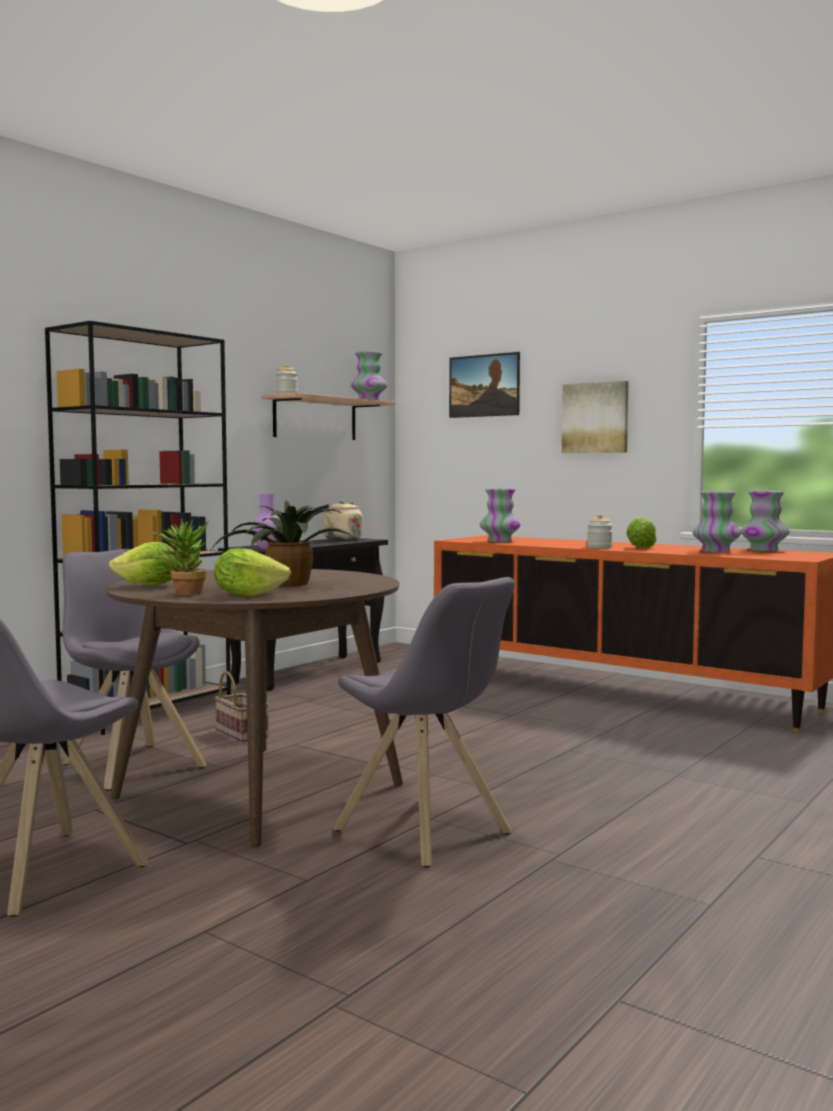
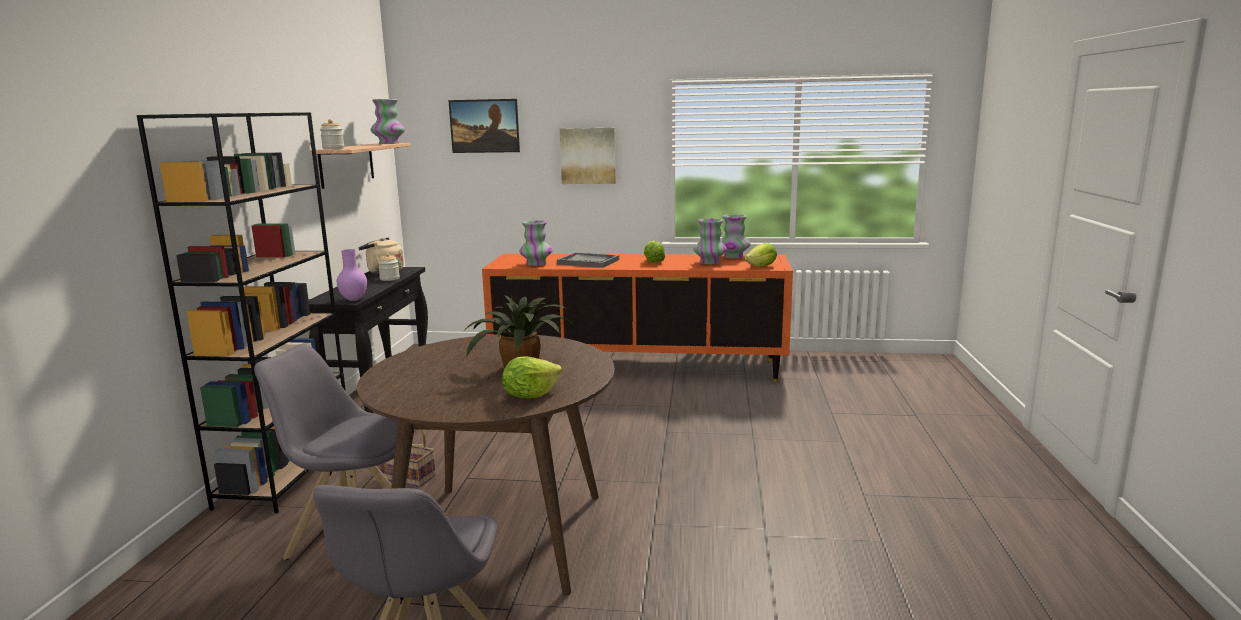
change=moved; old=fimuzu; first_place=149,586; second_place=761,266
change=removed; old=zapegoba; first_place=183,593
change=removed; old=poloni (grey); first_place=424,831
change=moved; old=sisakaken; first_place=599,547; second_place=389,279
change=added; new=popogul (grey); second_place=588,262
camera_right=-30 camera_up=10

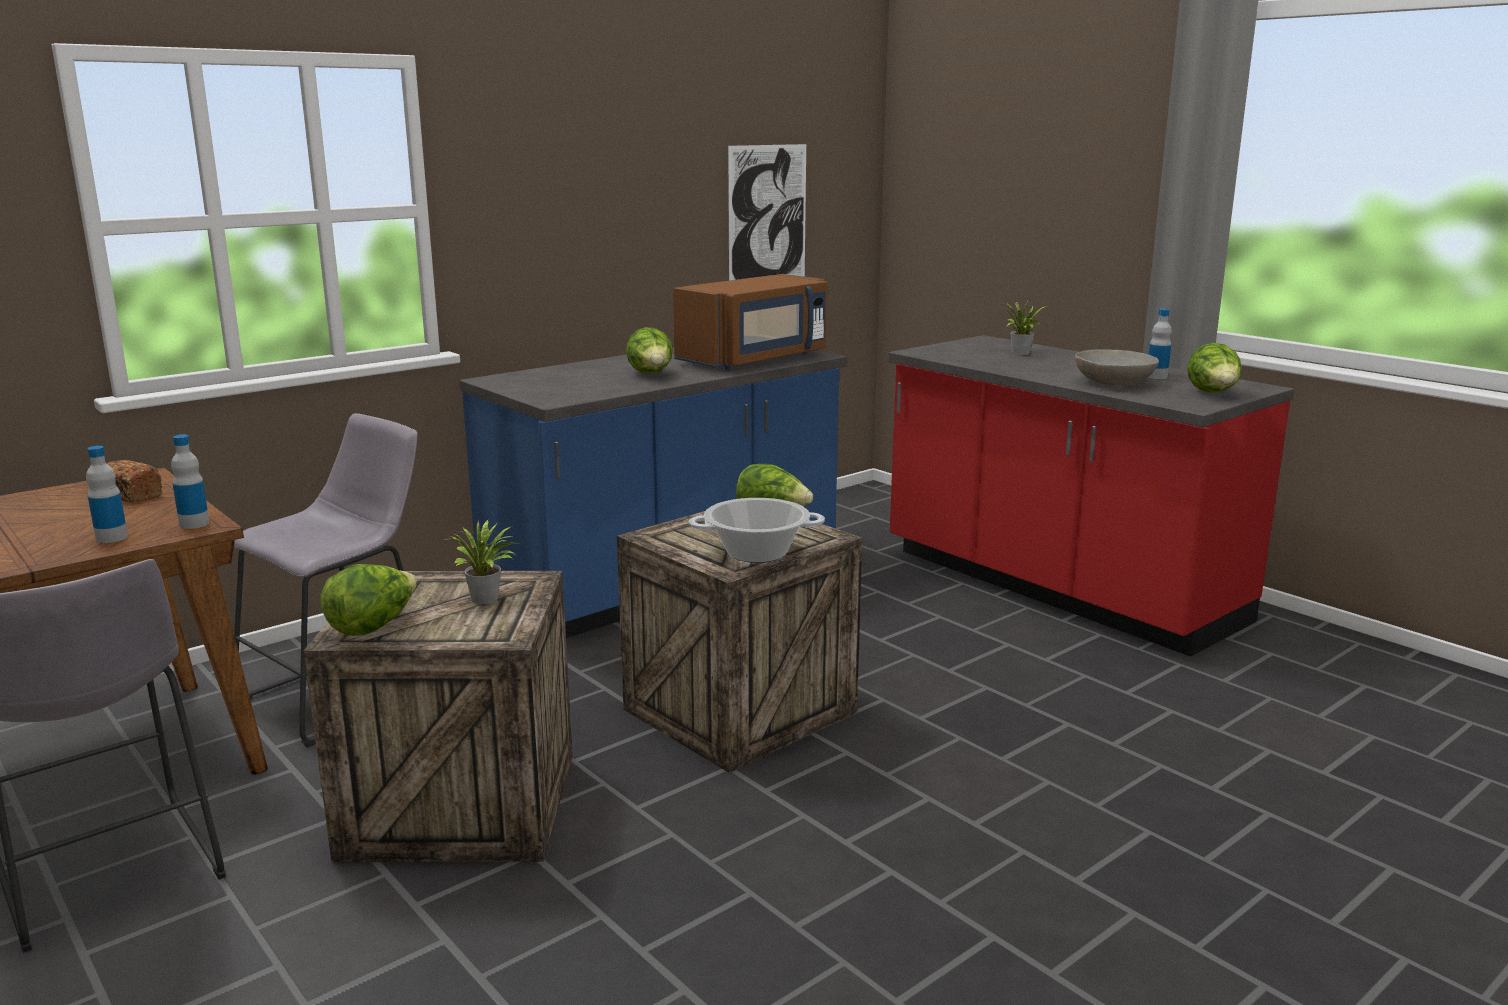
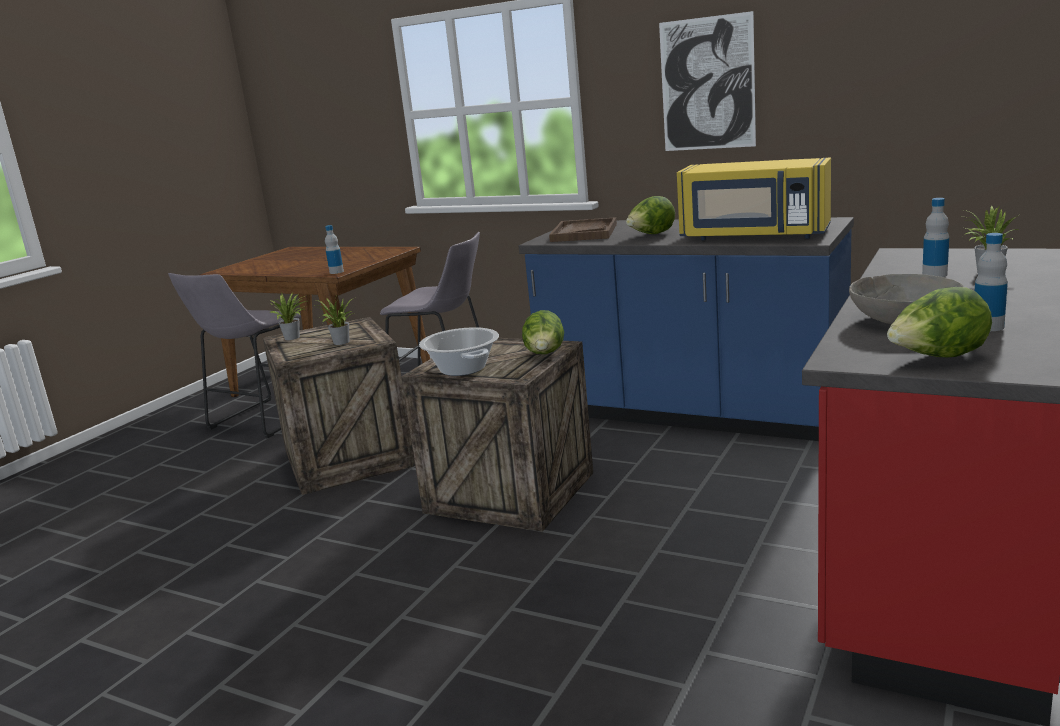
change=moved; old=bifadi; first_place=112,538; second_place=934,274
change=removed; old=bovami; first_place=130,495
change=replaced; old=fimuzu; new=zapegoba; first_place=373,627; second_place=294,337
change=recoloured; old=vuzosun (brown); new=vuzosun (yellow); first_place=755,359; second_place=753,236
change=moved; old=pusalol; first_place=767,215; second_place=707,84
change=added; new=popogul (brown); second_place=584,233
camera_right=70 camera_up=0

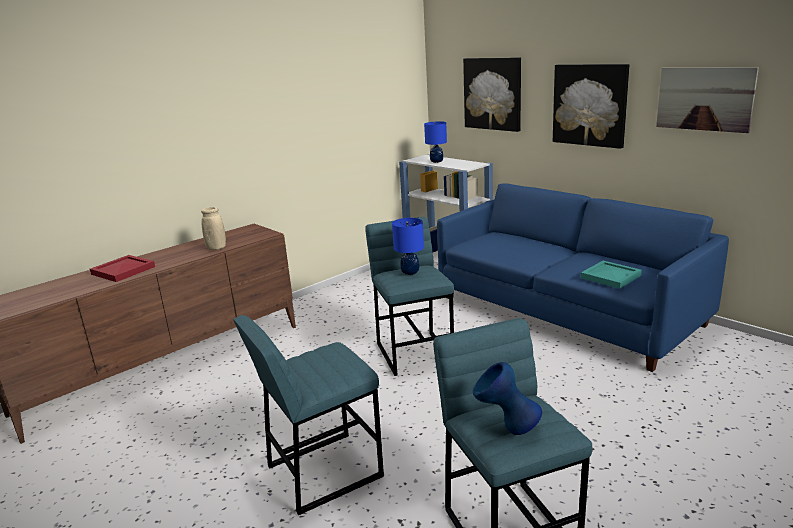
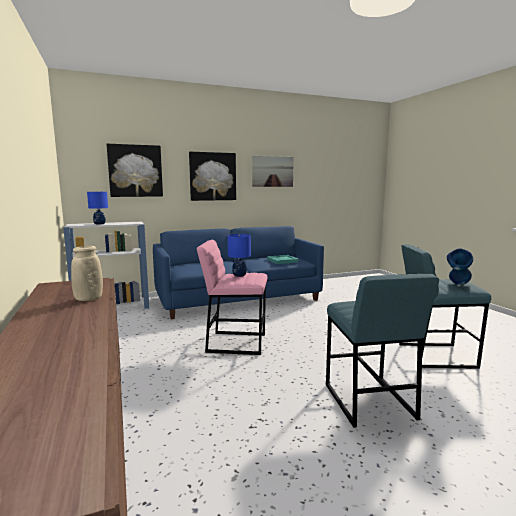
change=removed; old=popogul (red); first_place=123,270
change=recoloured; old=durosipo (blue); new=durosipo (pink); first_place=413,352; second_place=234,343
camera_right=-70 camera_up=-10

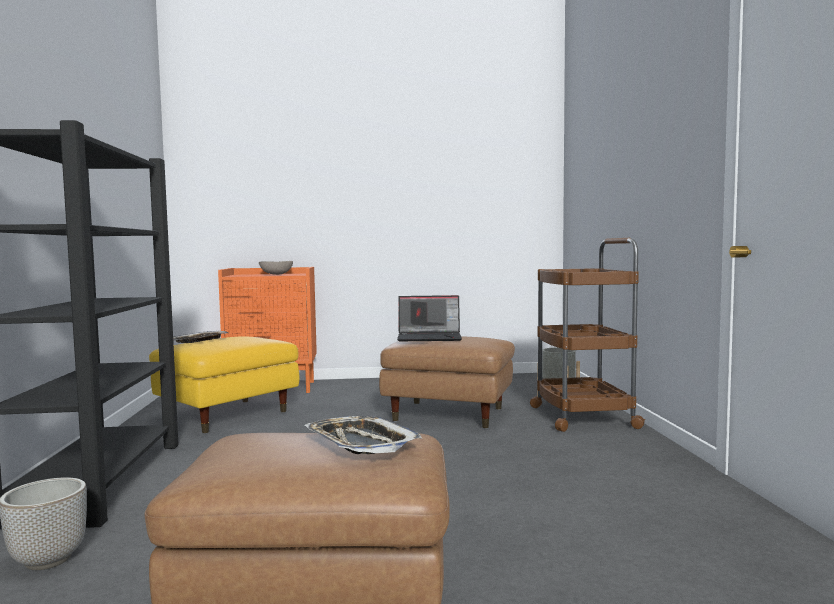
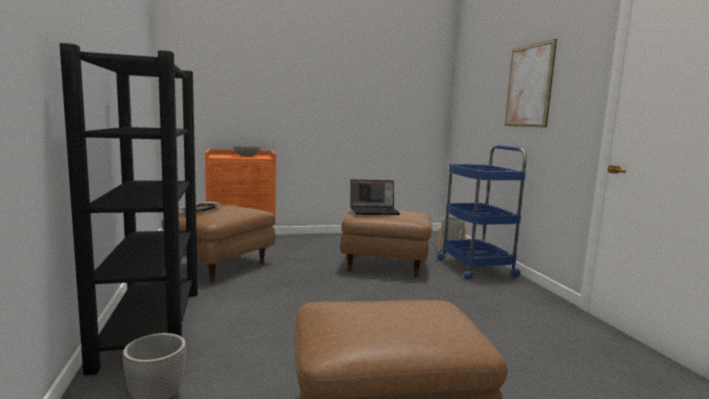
change=recoloured; old=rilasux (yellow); new=rilasux (brown); first_place=229,415; second_place=221,266
change=removed; old=popogul; first_place=361,443
change=recoloured; old=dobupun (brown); new=dobupun (blue); first_place=582,417; second_place=475,267
change=added; new=pusalol; second_place=529,86
camera_right=-10 camera_up=5

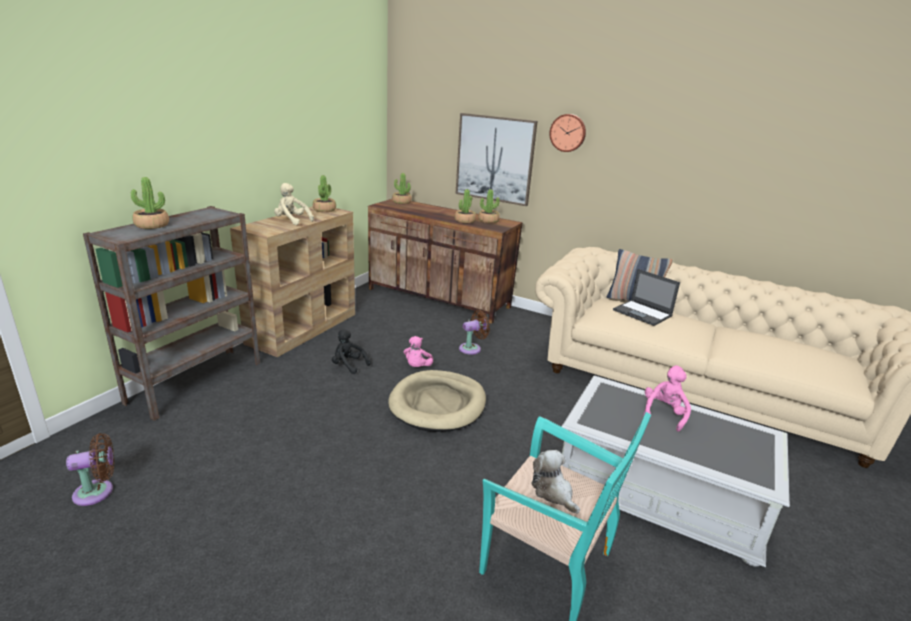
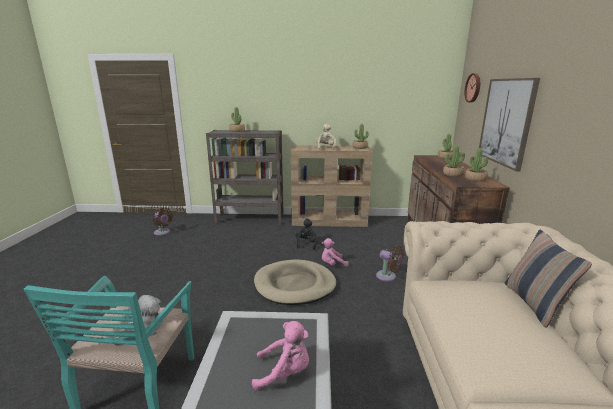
change=moved; old=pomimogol; first_place=568,133; second_place=473,88
change=removed; old=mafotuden; first_place=643,313
camera_right=65 camera_up=-5

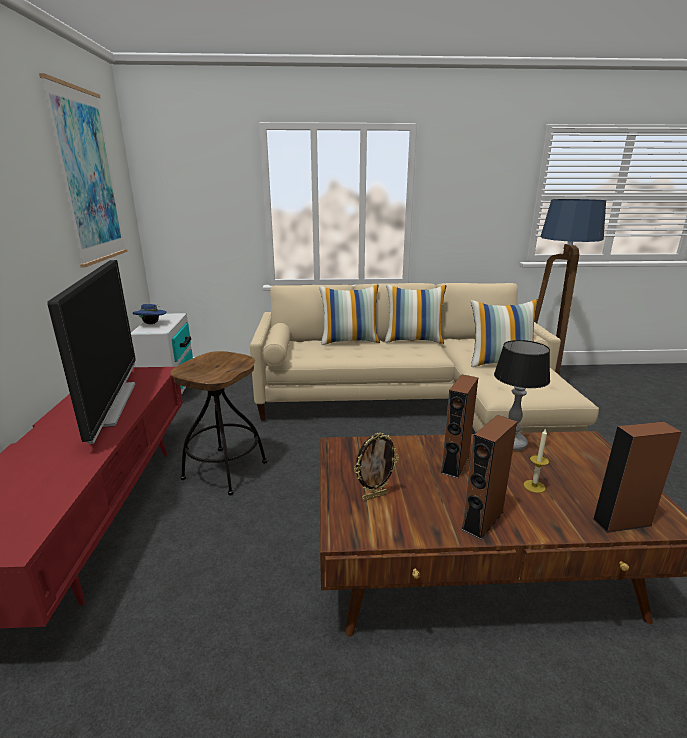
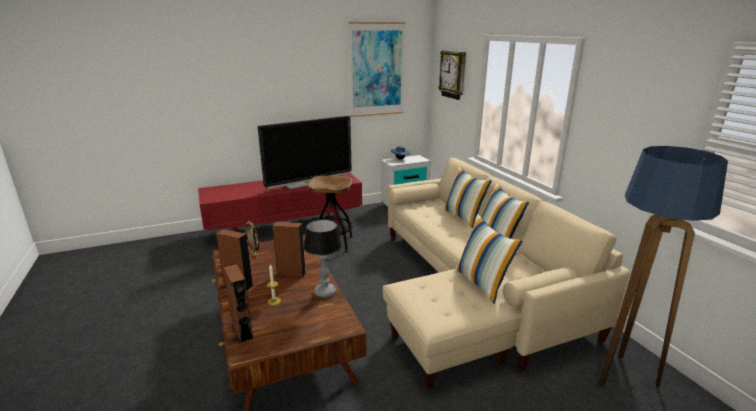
change=added; new=pomimogol; second_place=453,74
camera_right=70 camera_up=0

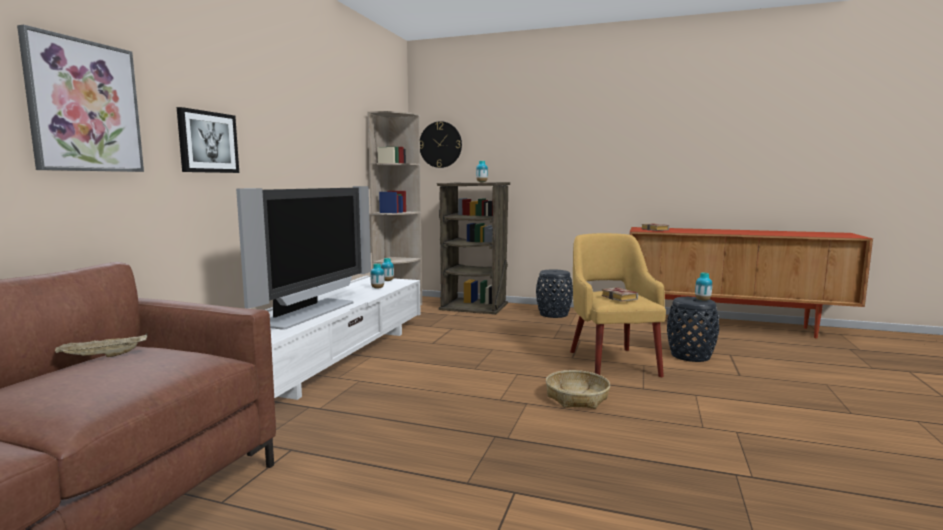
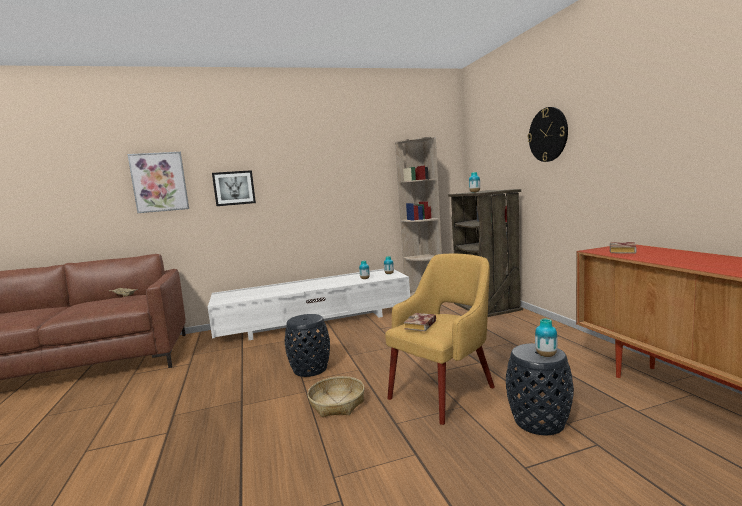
change=removed; old=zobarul; first_place=310,313
change=moved; old=pomimogol; first_place=440,144; second_place=548,134
change=moved; old=durosipo (black); first_place=553,314; second_place=310,369
camera_right=55 camera_up=0

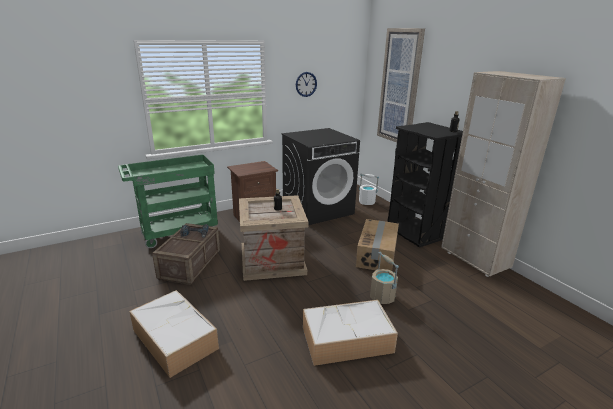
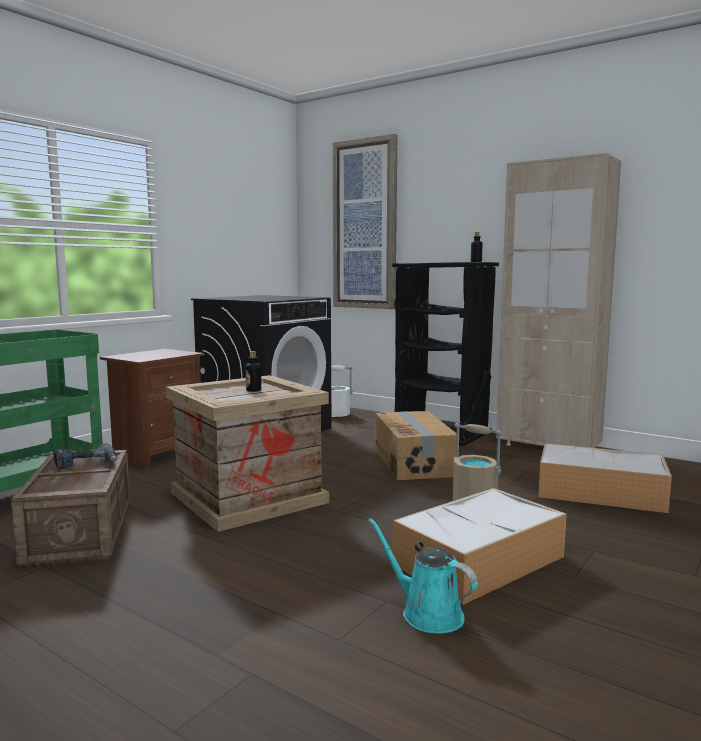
change=moved; old=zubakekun; first_place=174,338; second_place=598,492
change=removed; old=pomimogol; first_place=306,84
change=added; new=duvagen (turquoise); second_place=427,614
camera_right=-25 camera_up=-15

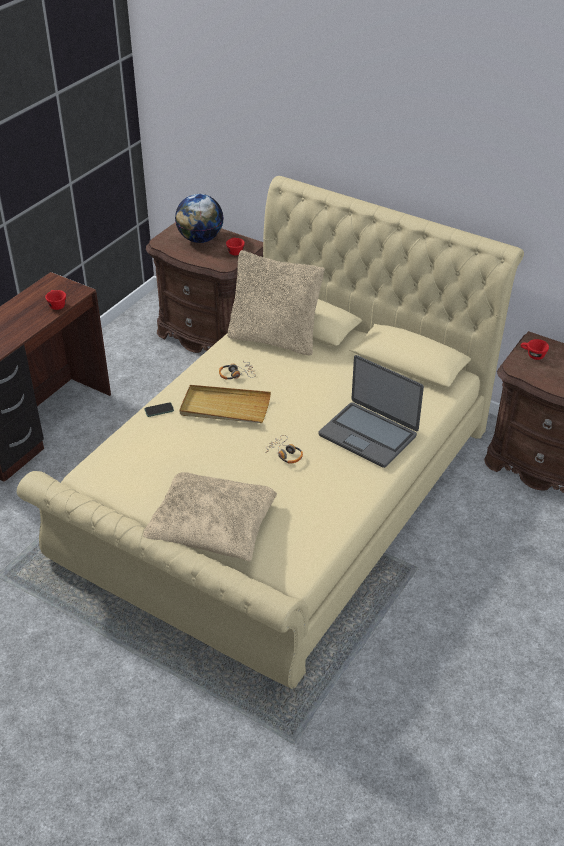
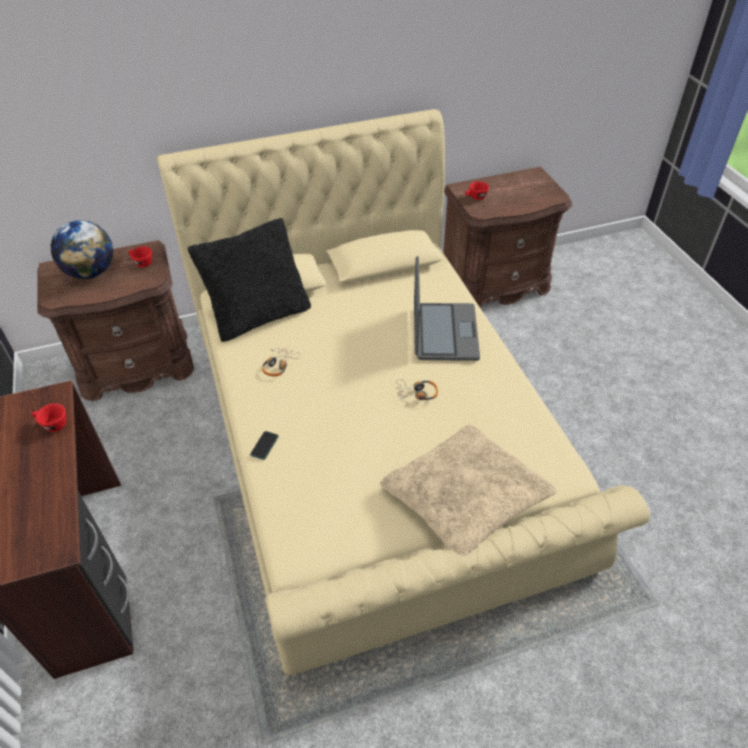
change=removed; old=popogul (beige); first_place=225,407
change=recoloured; old=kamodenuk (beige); new=kamodenuk (black); first_place=275,336; second_place=259,313
change=turned; old=mafotuden; first_place=368,434; second_place=444,332; degrees=-75
camera_right=-50 camera_up=5

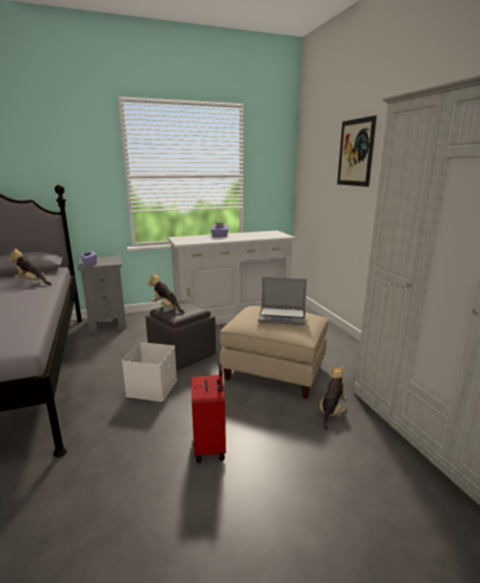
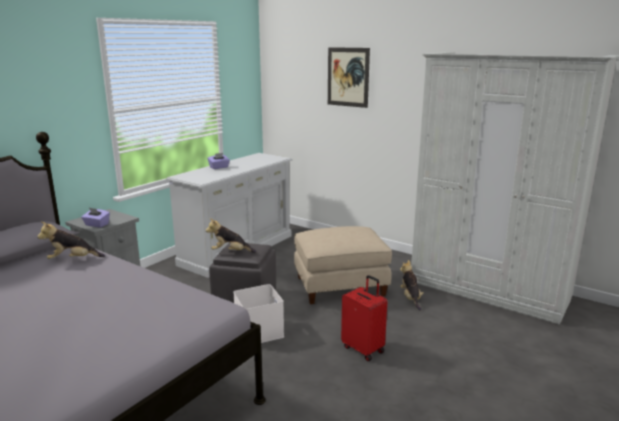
change=removed; old=mafotuden; first_place=282,317
camera_right=-35 camera_up=0

